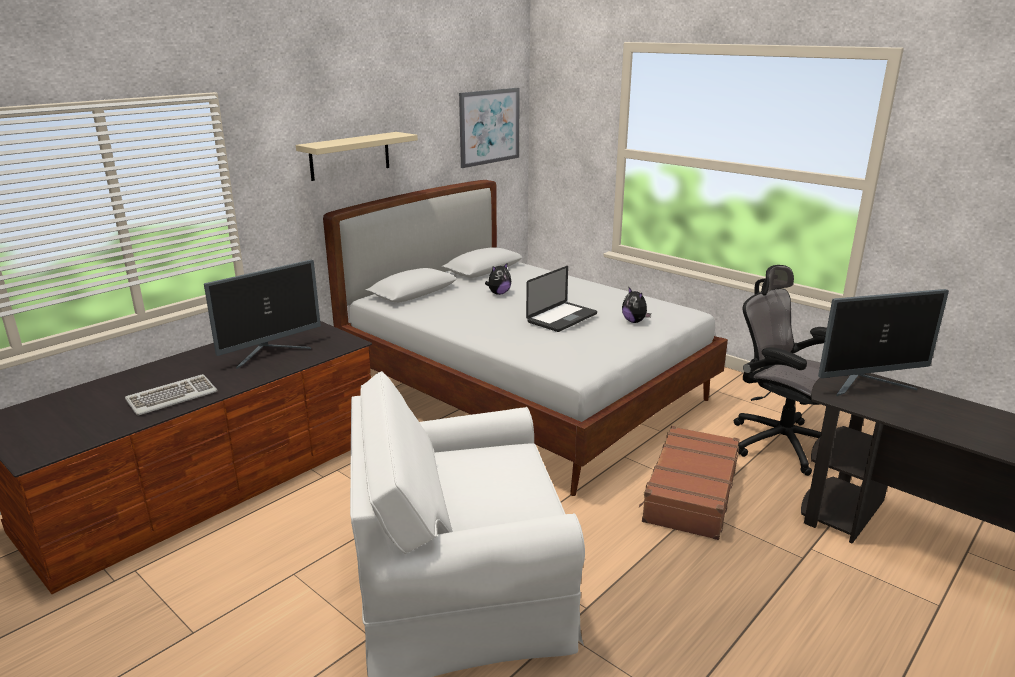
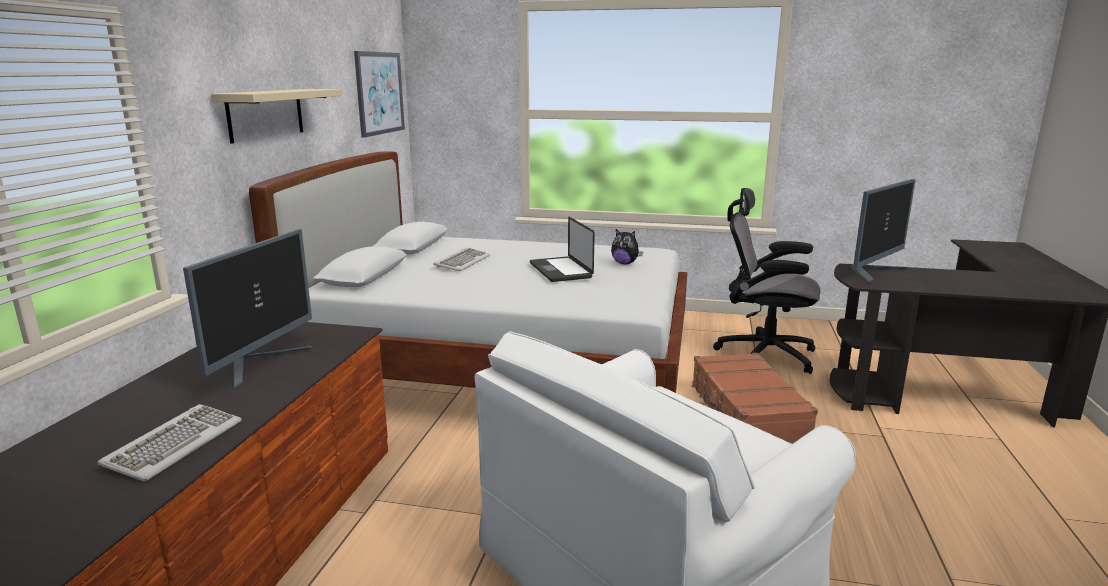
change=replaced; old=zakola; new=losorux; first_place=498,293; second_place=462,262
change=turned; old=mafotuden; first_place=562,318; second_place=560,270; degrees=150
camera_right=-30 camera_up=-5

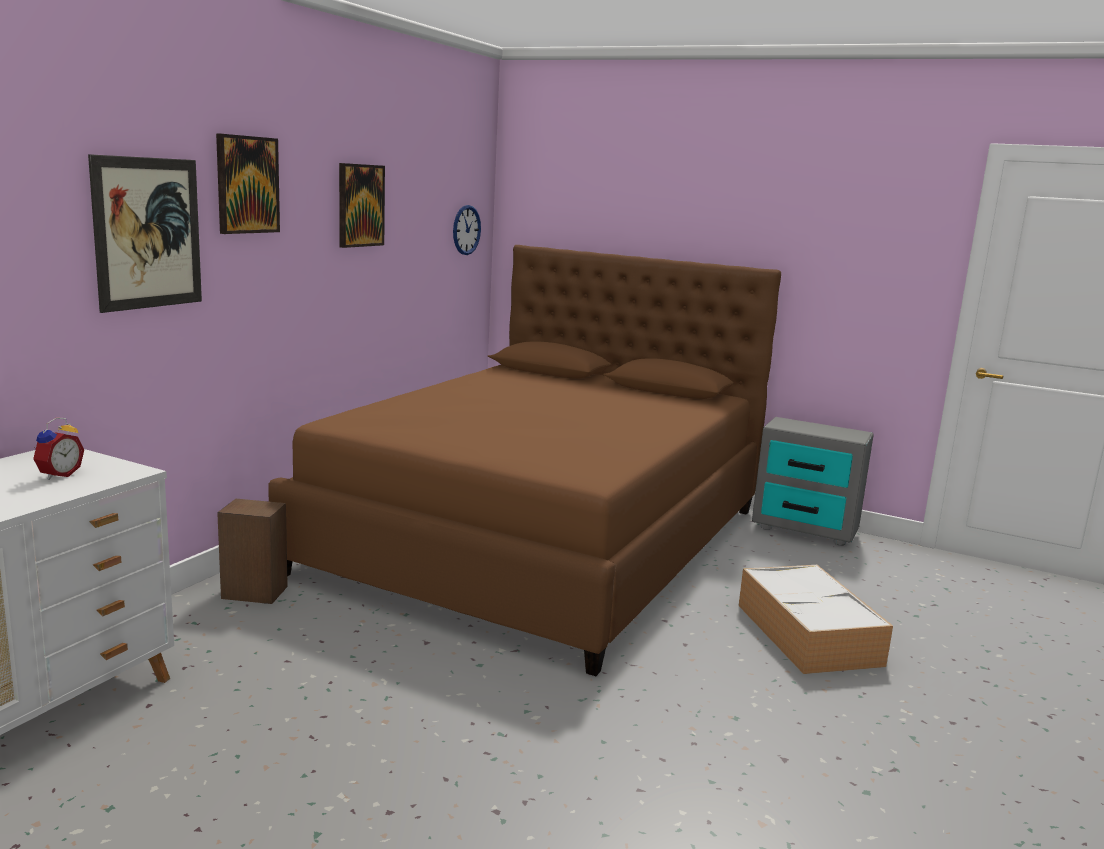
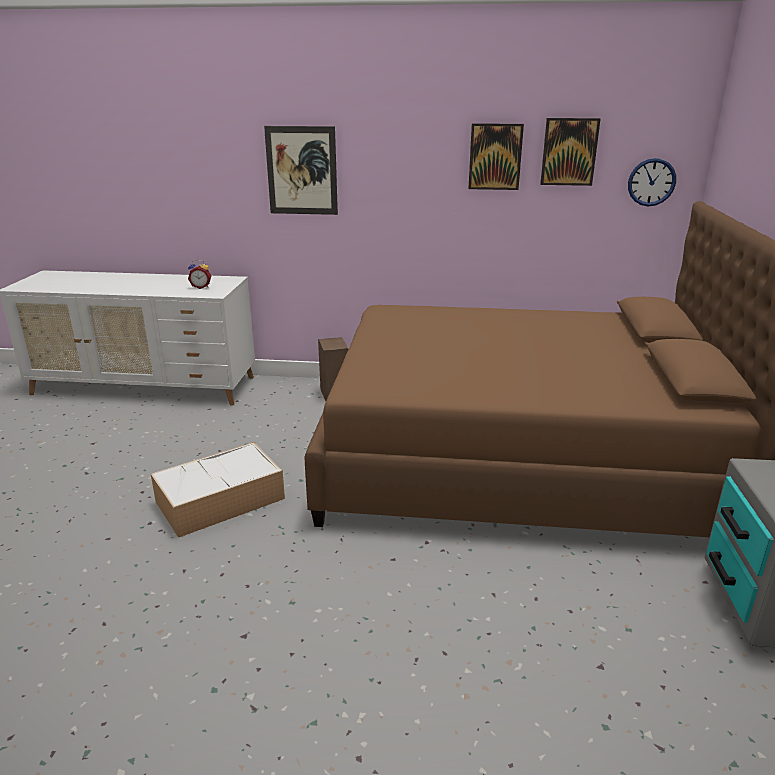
change=moved; old=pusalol; first_place=247,184; second_place=569,152
change=moved; old=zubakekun; first_place=809,635; second_place=219,501
camera_right=70 camera_up=10

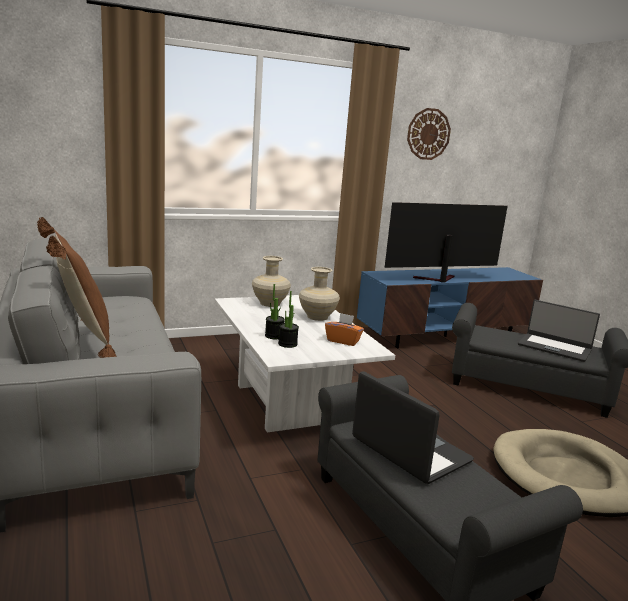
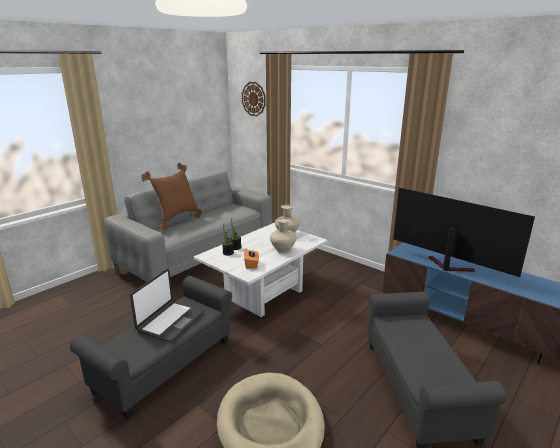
change=moved; old=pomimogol; first_place=428,134; second_place=253,99
change=removed; old=mafotuden; first_place=554,347
camera_right=65 camera_up=5

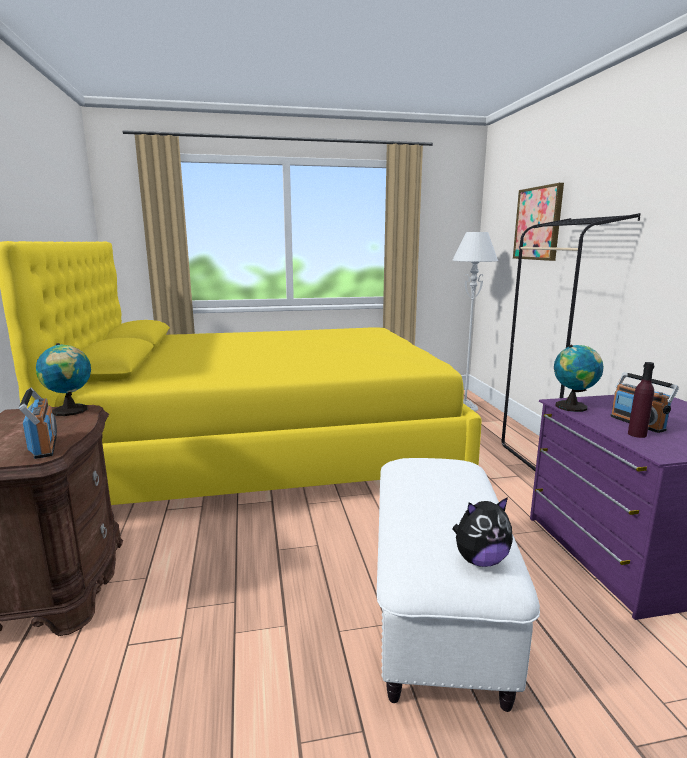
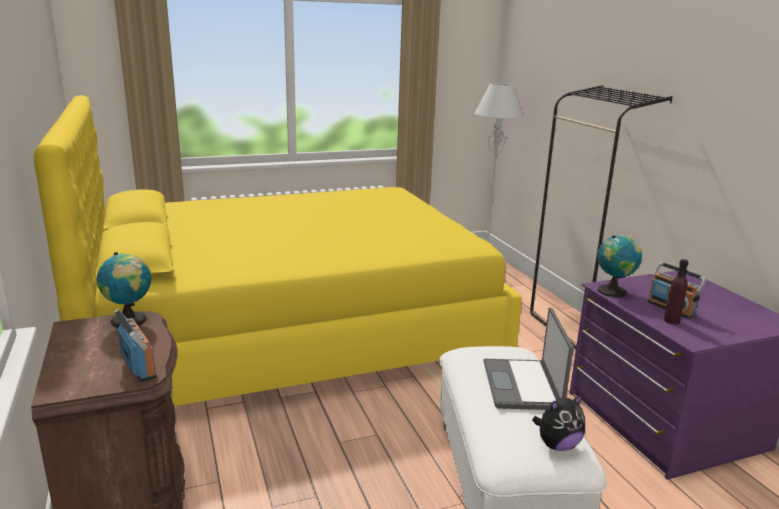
change=removed; old=pusalol; first_place=538,223
change=added; new=mafotuden; second_place=523,385
camera_right=-10 camera_up=5

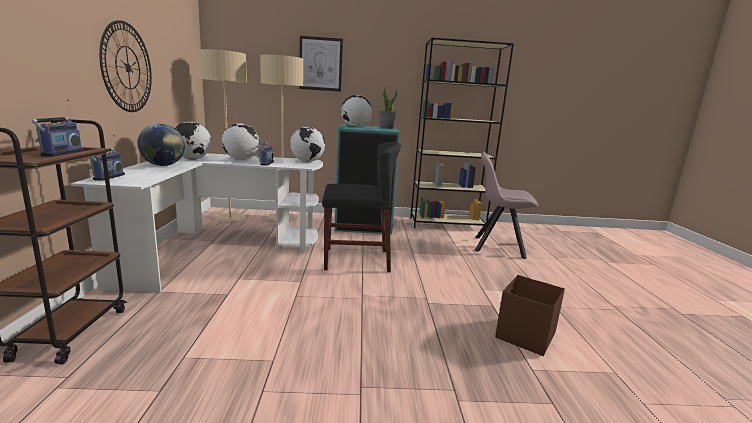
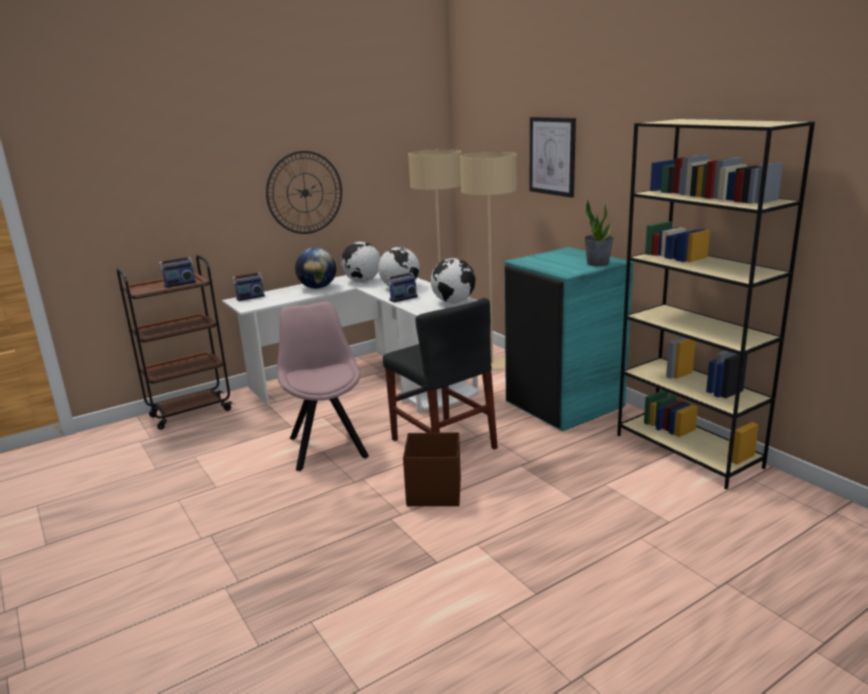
change=removed; old=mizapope; first_place=355,127
change=moved; old=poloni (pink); first_place=498,247; second_place=327,447
change=moved; old=zubakekun (brown); first_place=524,336; second_place=433,492
camera_right=60 camera_up=5

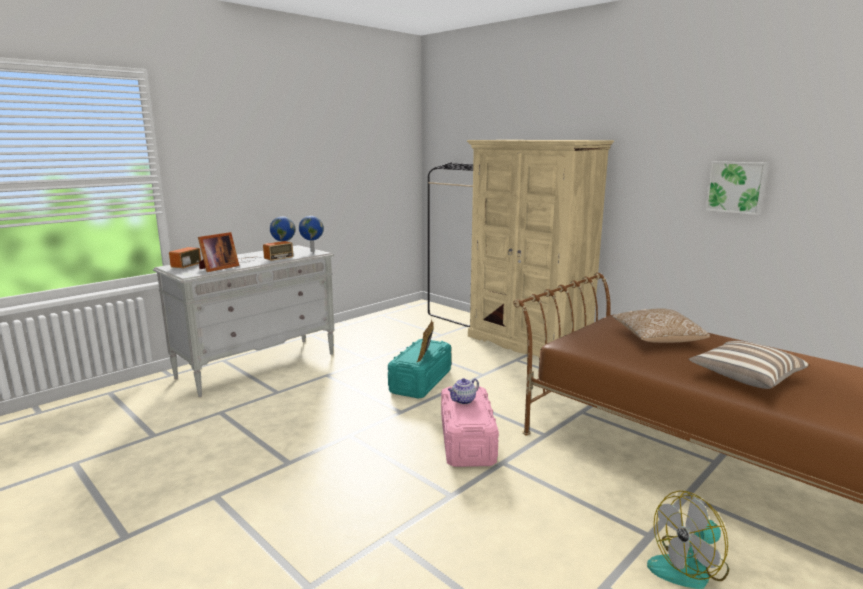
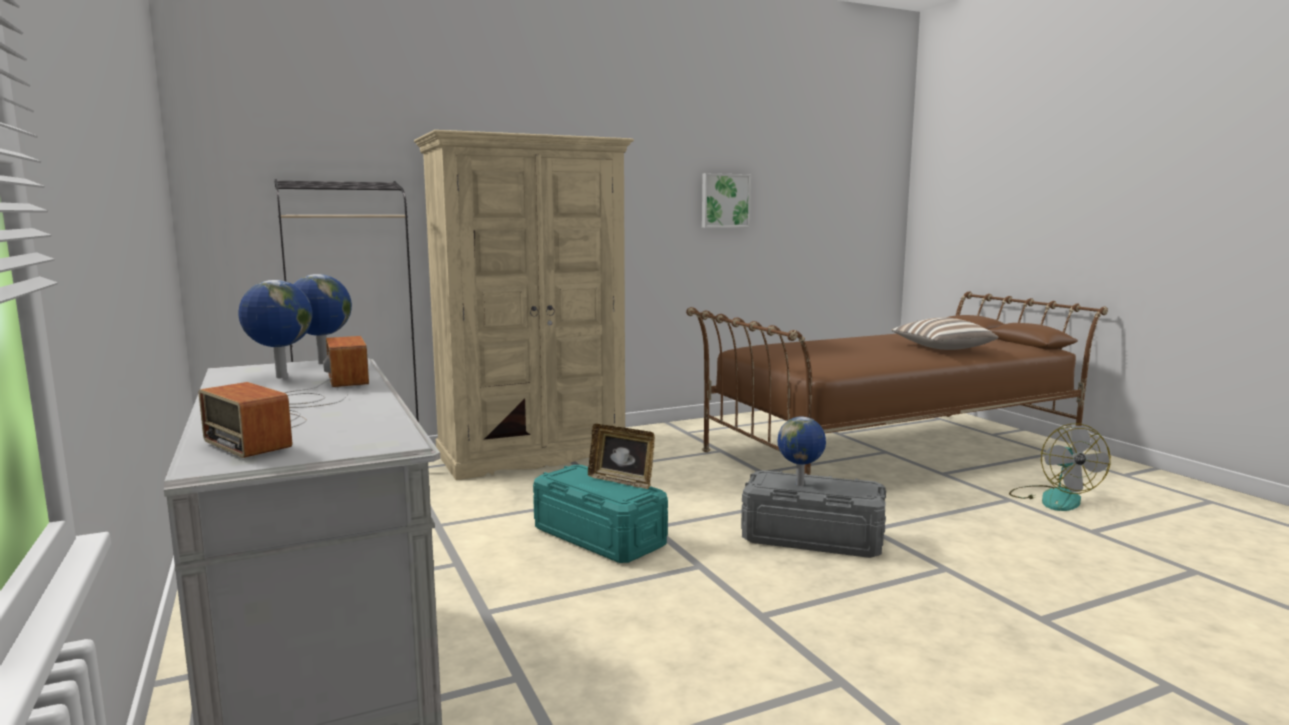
change=removed; old=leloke; first_place=217,268
change=recoloured; old=zubakekun (pink); new=zubakekun (grey); first_place=467,441; second_place=812,538
change=replaced; old=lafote; new=mizapope; first_place=463,401; second_place=800,484
change=removed; old=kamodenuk; first_place=656,339
camera_right=-70 camera_up=-5

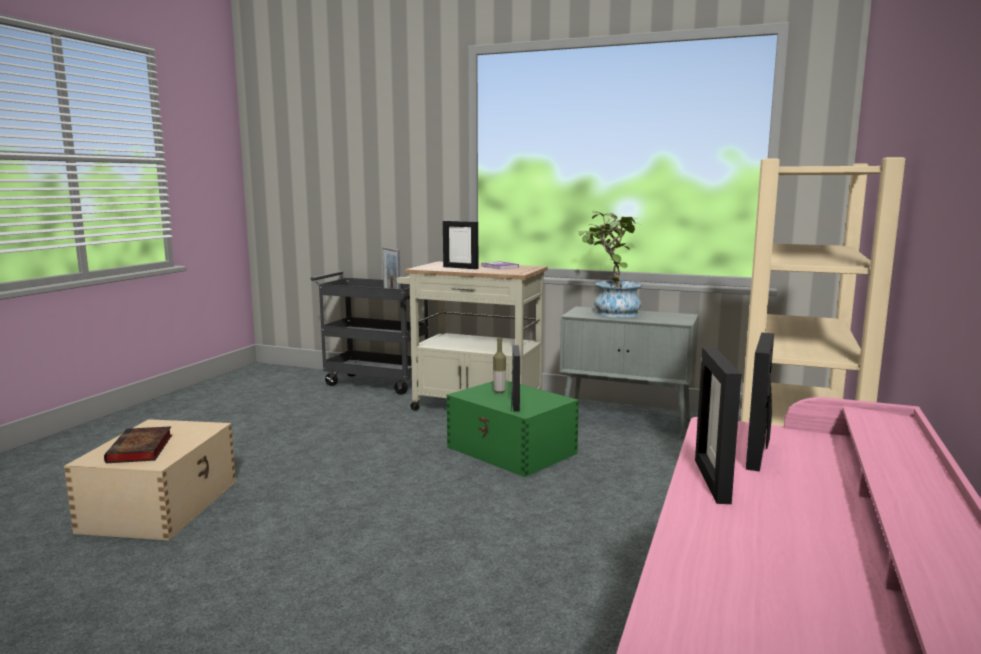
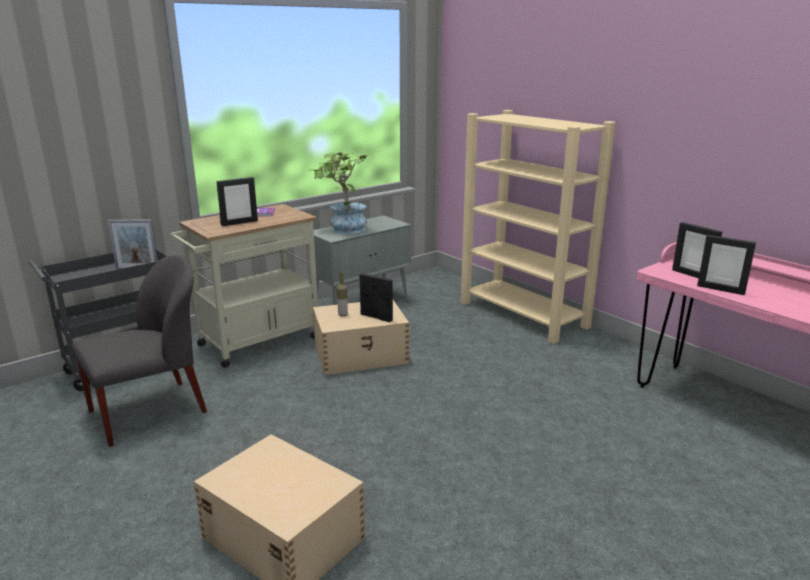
change=removed; old=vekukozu; first_place=140,450
change=recoloured; old=zubakekun (green); new=zubakekun (beige); first_place=512,450; second_place=361,354
change=added; new=poloni (grey); second_place=151,411
camera_right=-60 camera_up=10

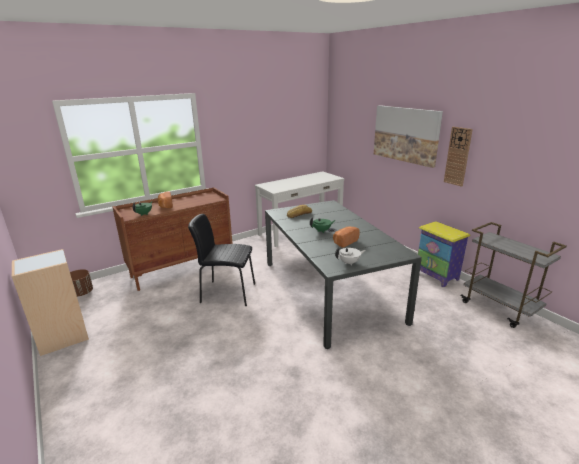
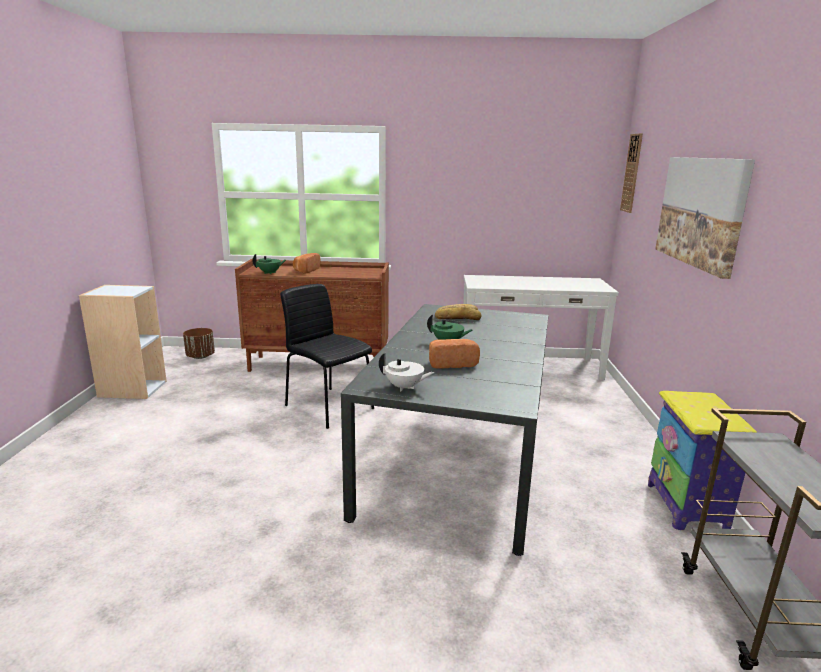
change=moved; old=pomimogol; first_place=457,156; second_place=632,173
camera_right=35 camera_up=-5

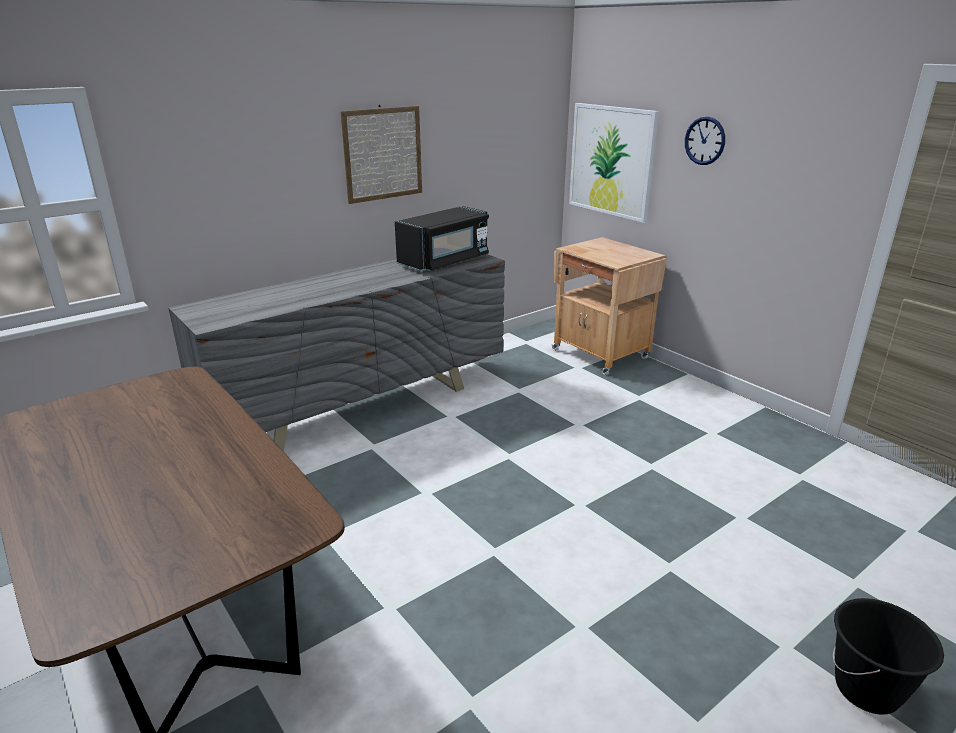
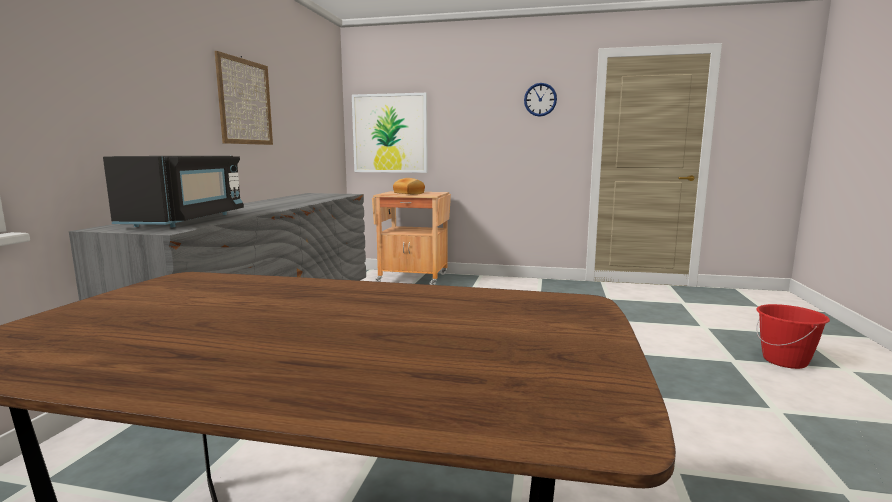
change=moved; old=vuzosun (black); first_place=445,261; second_place=186,220
change=moved; old=pomimogol; first_place=705,141; second_place=540,99
change=recoloured; old=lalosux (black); new=lalosux (red); first_place=867,690; second_place=785,361
change=added; new=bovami; second_place=408,193
camera_right=-40 camera_up=-15

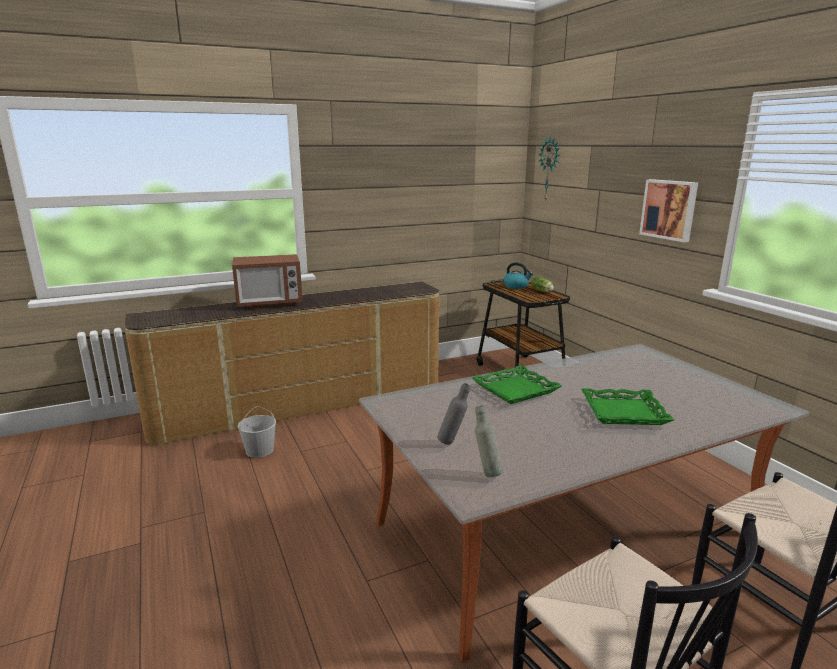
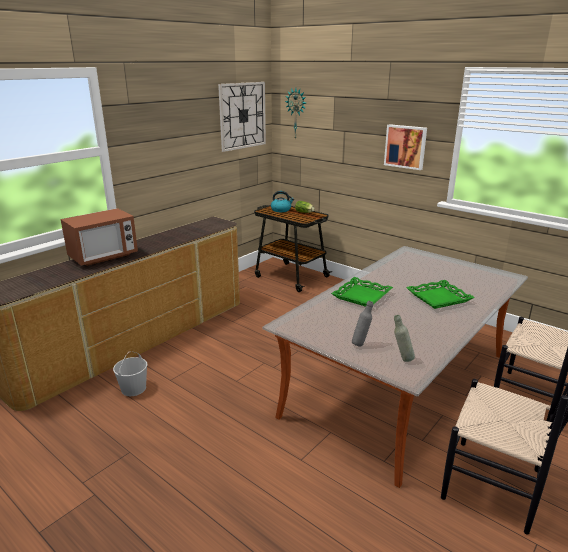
change=added; new=pomimogol; second_place=242,116
camera_right=-25 camera_up=5

